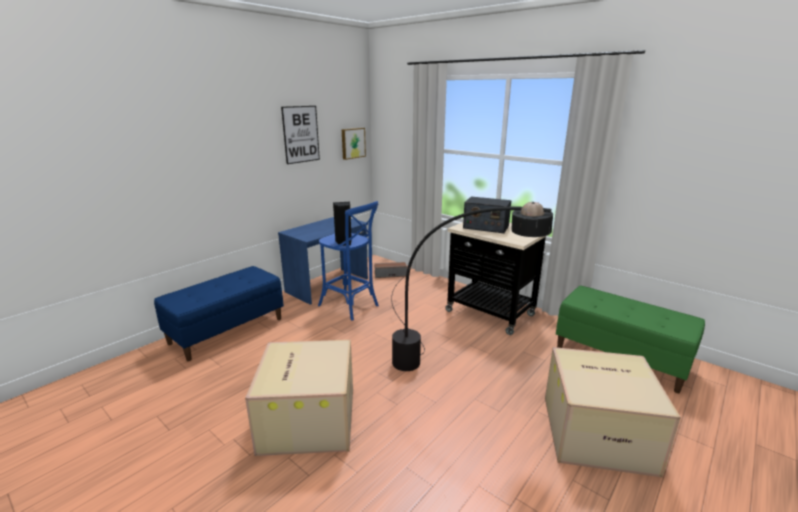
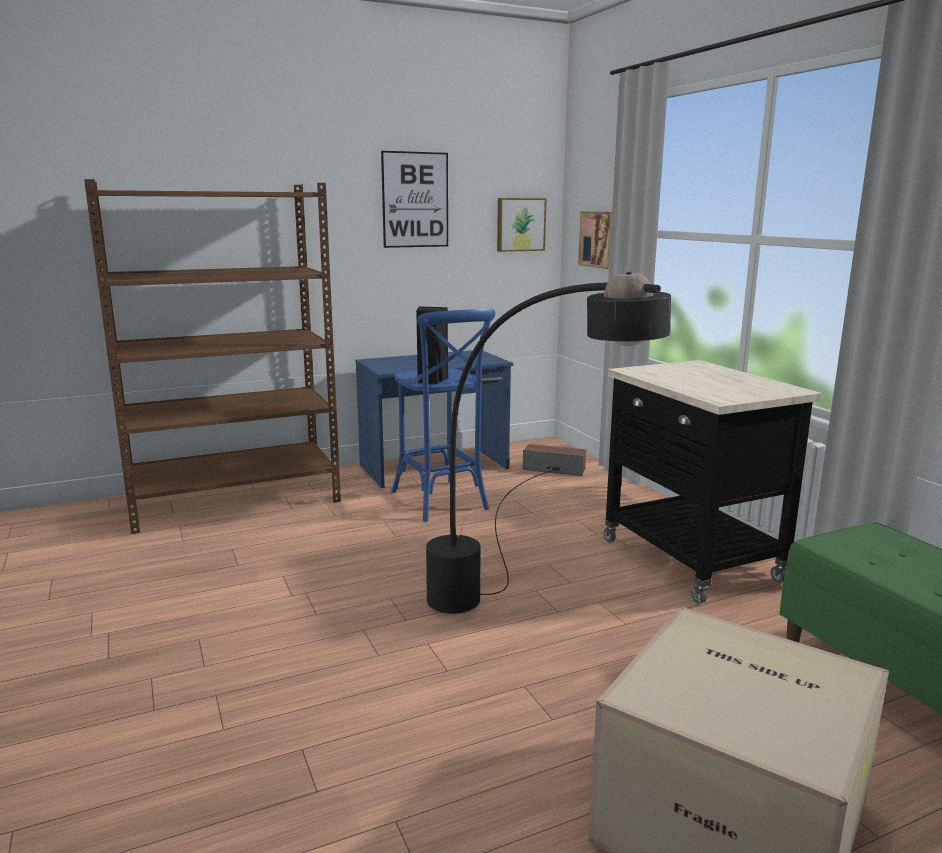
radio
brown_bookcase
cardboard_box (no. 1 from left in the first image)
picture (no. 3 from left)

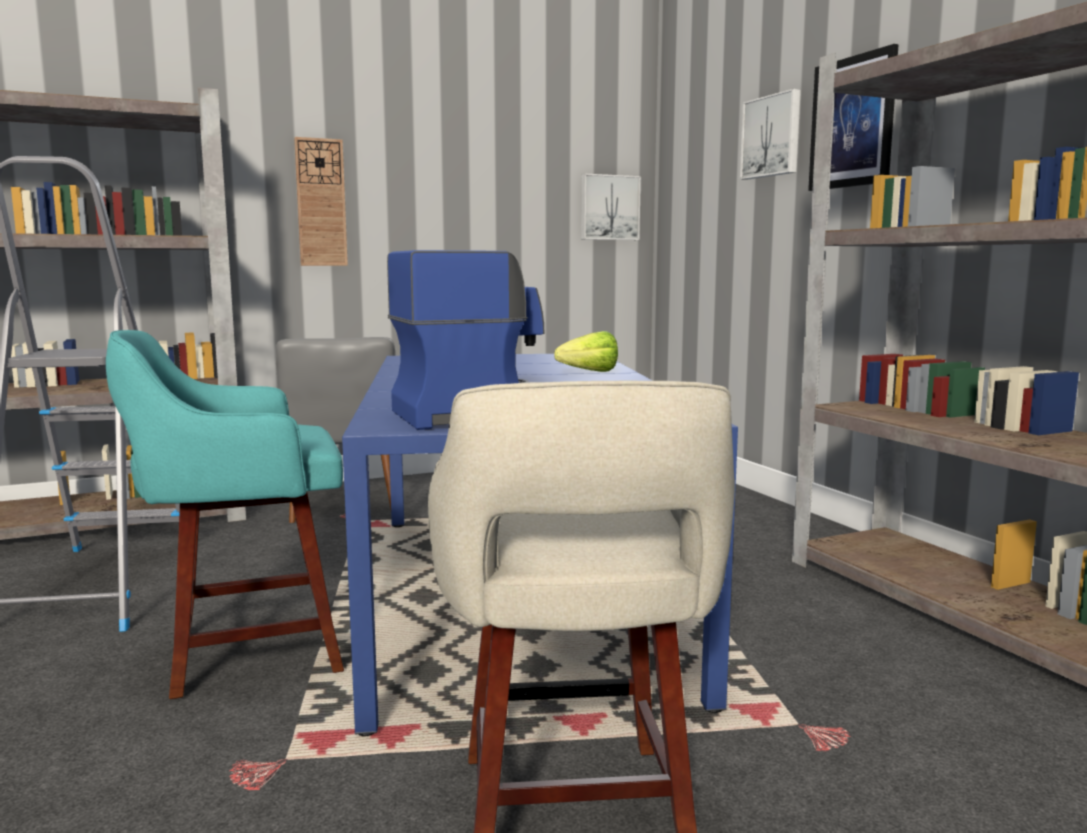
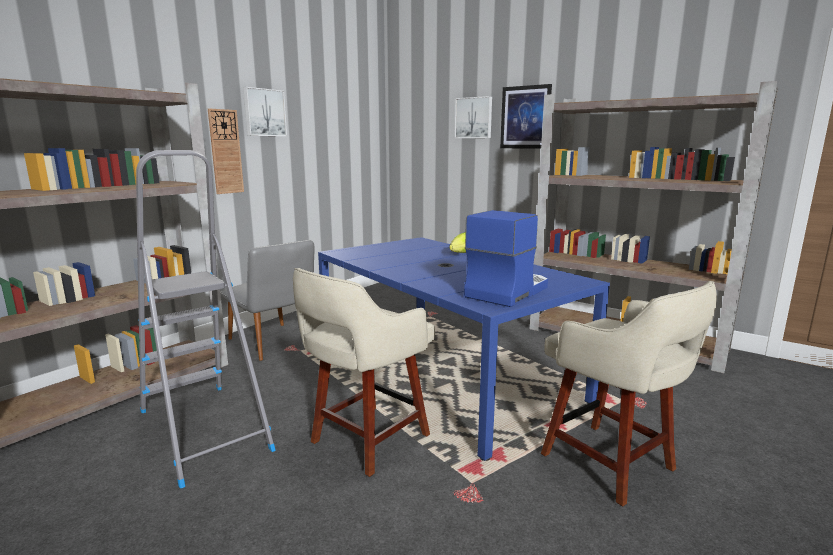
picture (no. 1 from left)
beige_stool (no. 1 from left)

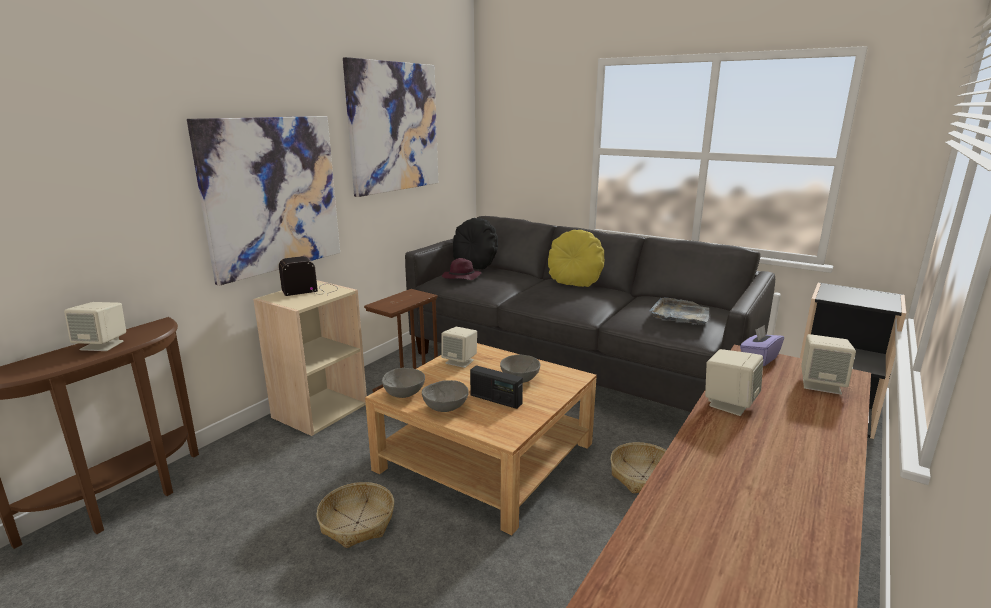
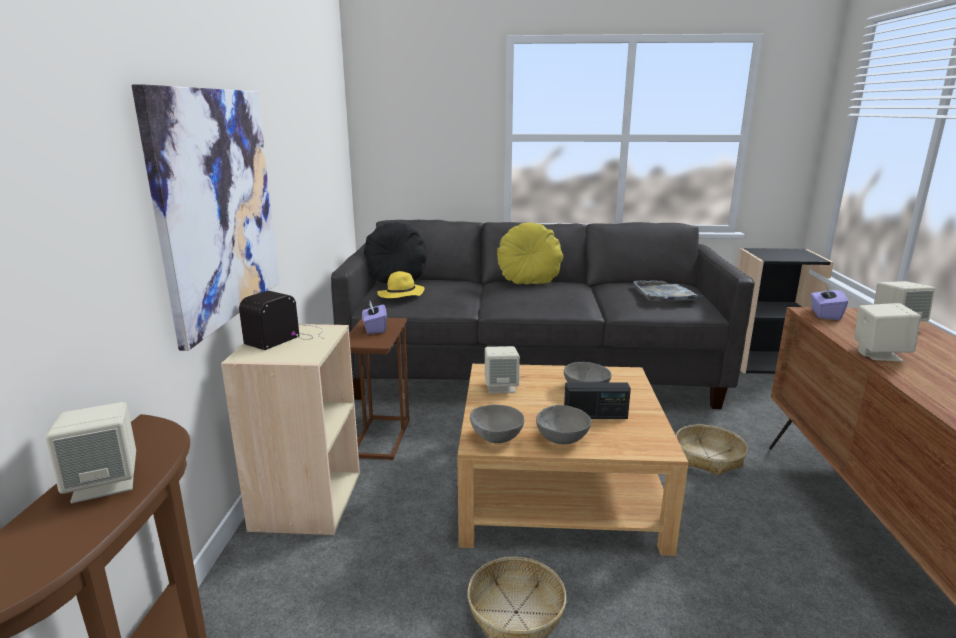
picture (no. 2 from left in the first image)
yellow_hat
purple_tissue_box (no. 1 from left)

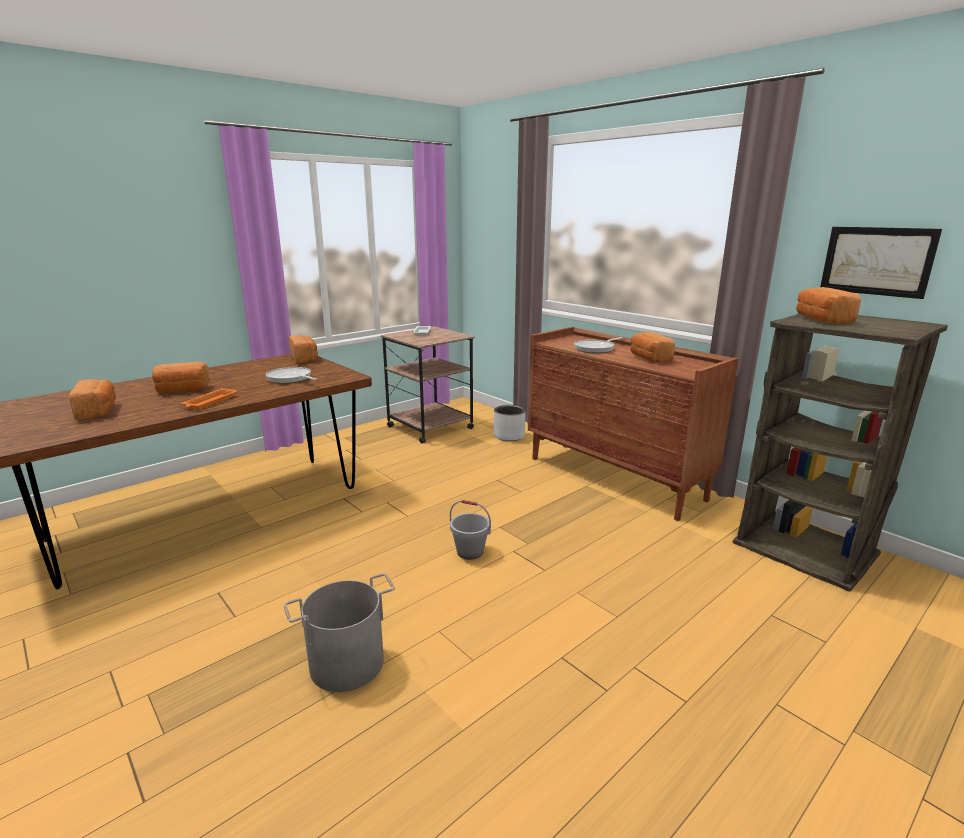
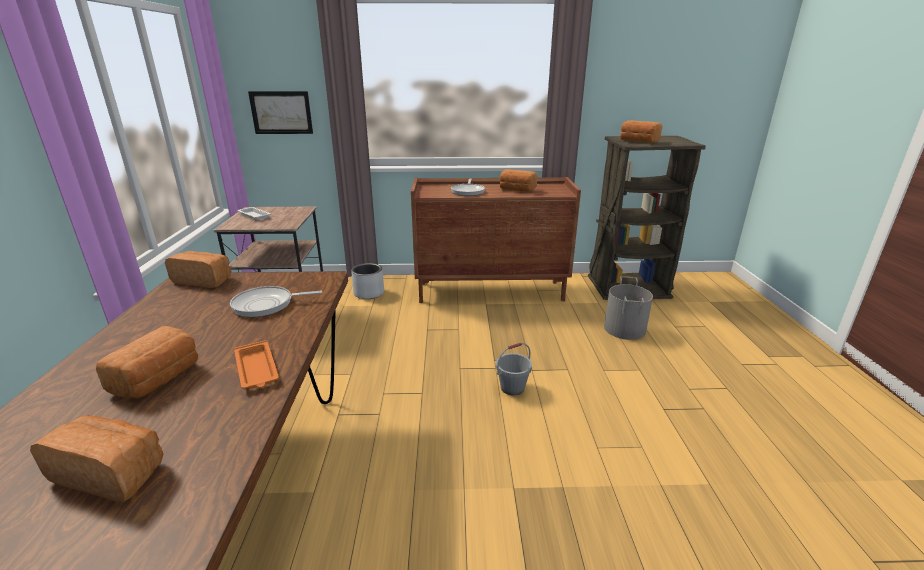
picture
grey_bucket (no. 2 from left)

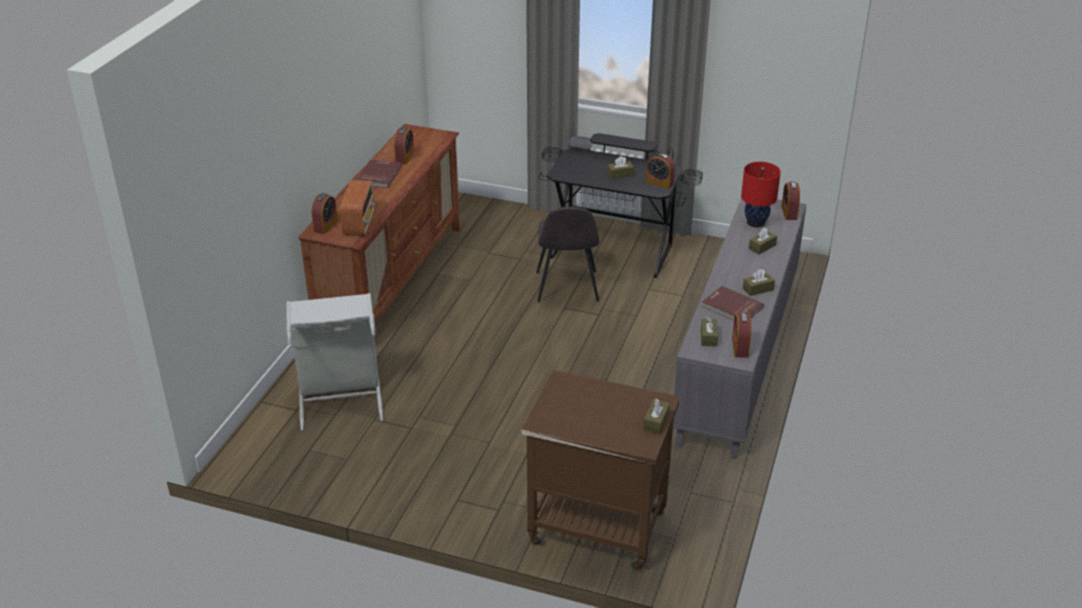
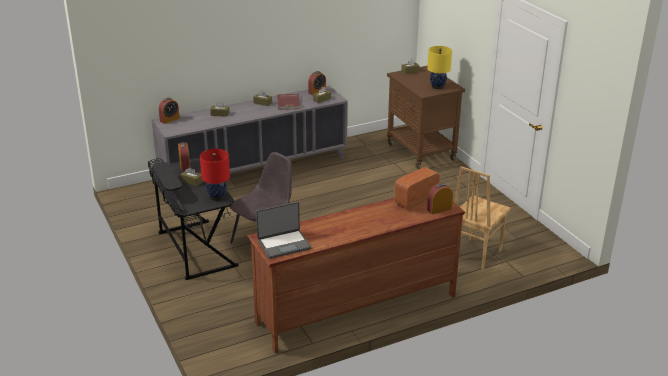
alarm_clock (no. 2 from left in the first image)
red_book (no. 1 from left in the first image)
red_table_lamp
brown_chair
yellow_table_lamp
laptop

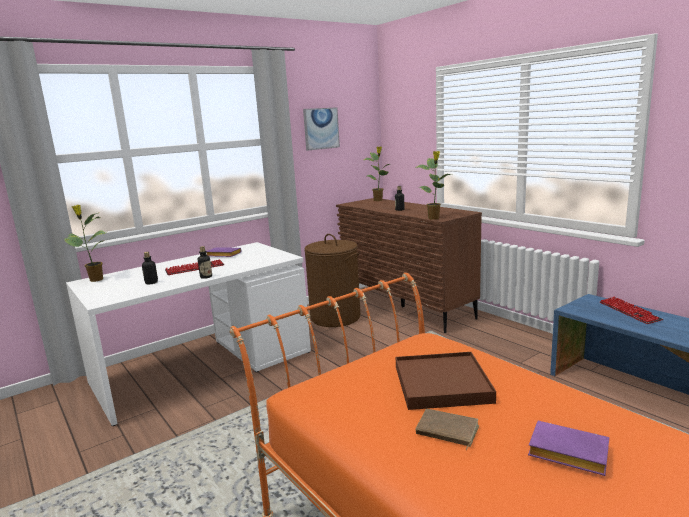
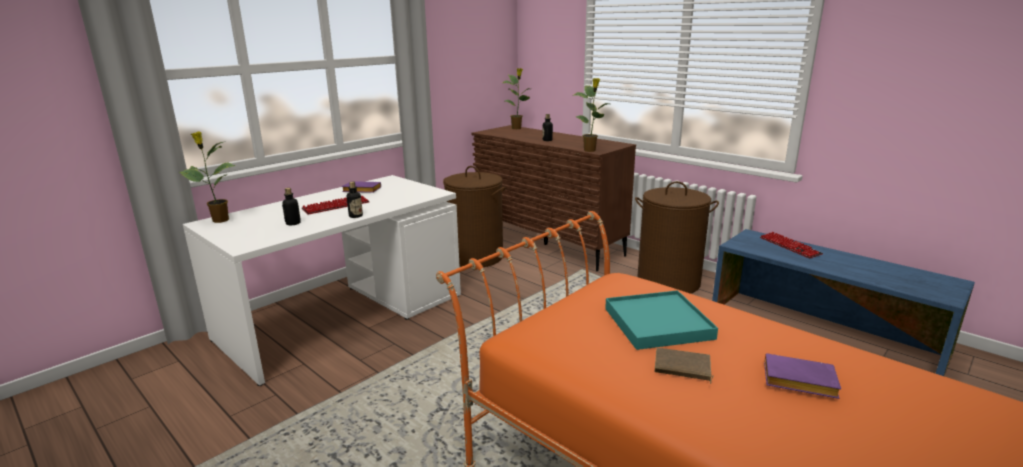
picture
turquoise_tray
brown_laundry_basket (no. 2 from left)

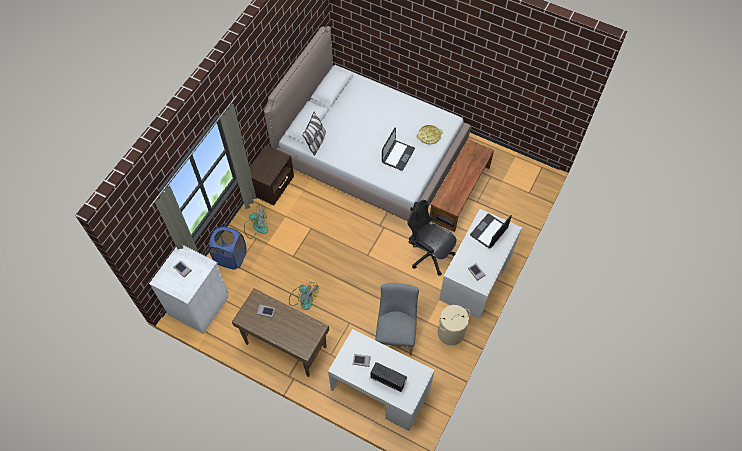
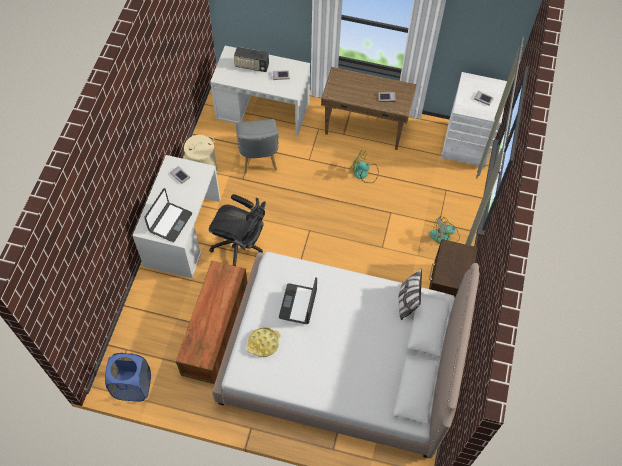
blue_laundry_basket

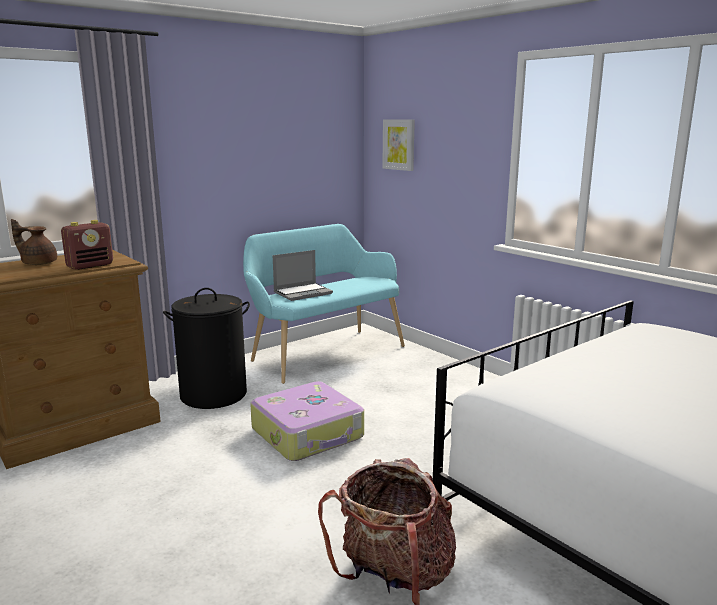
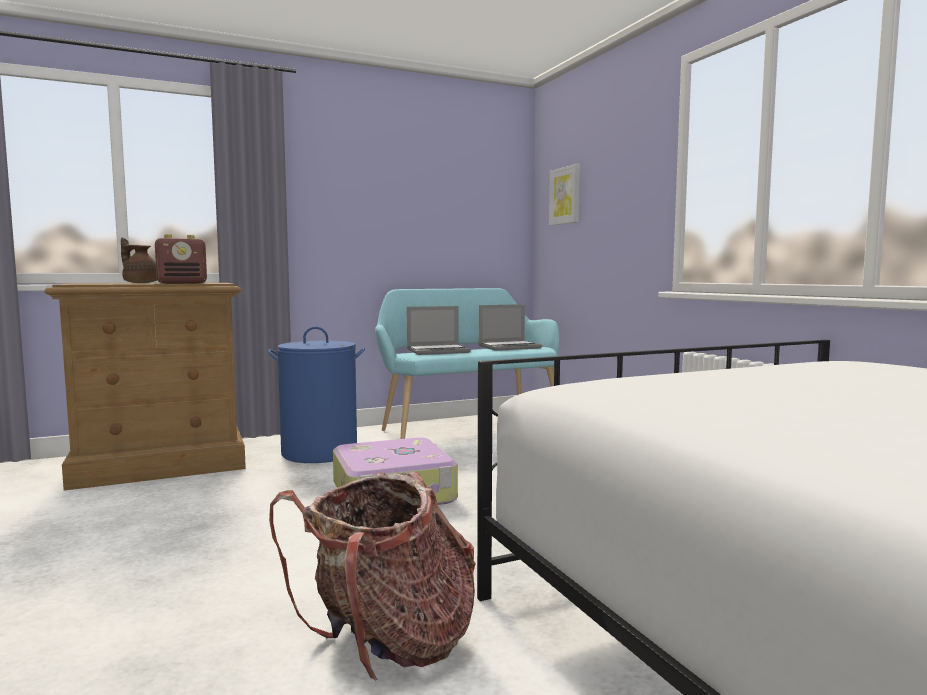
blue_laundry_basket
laptop (no. 2 from left)

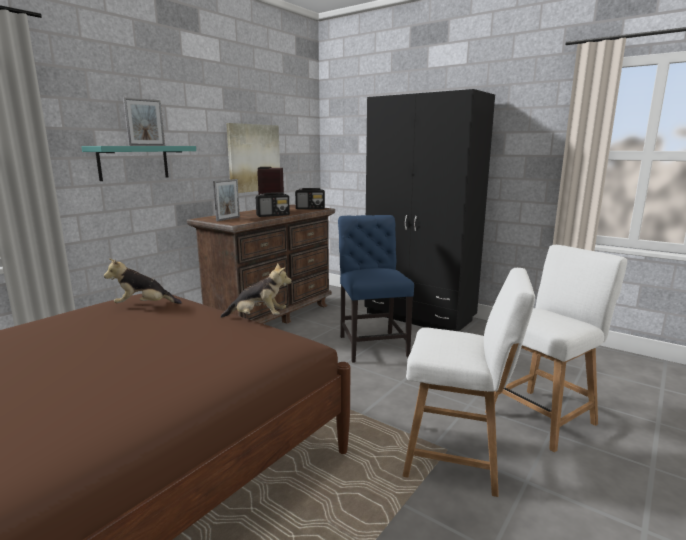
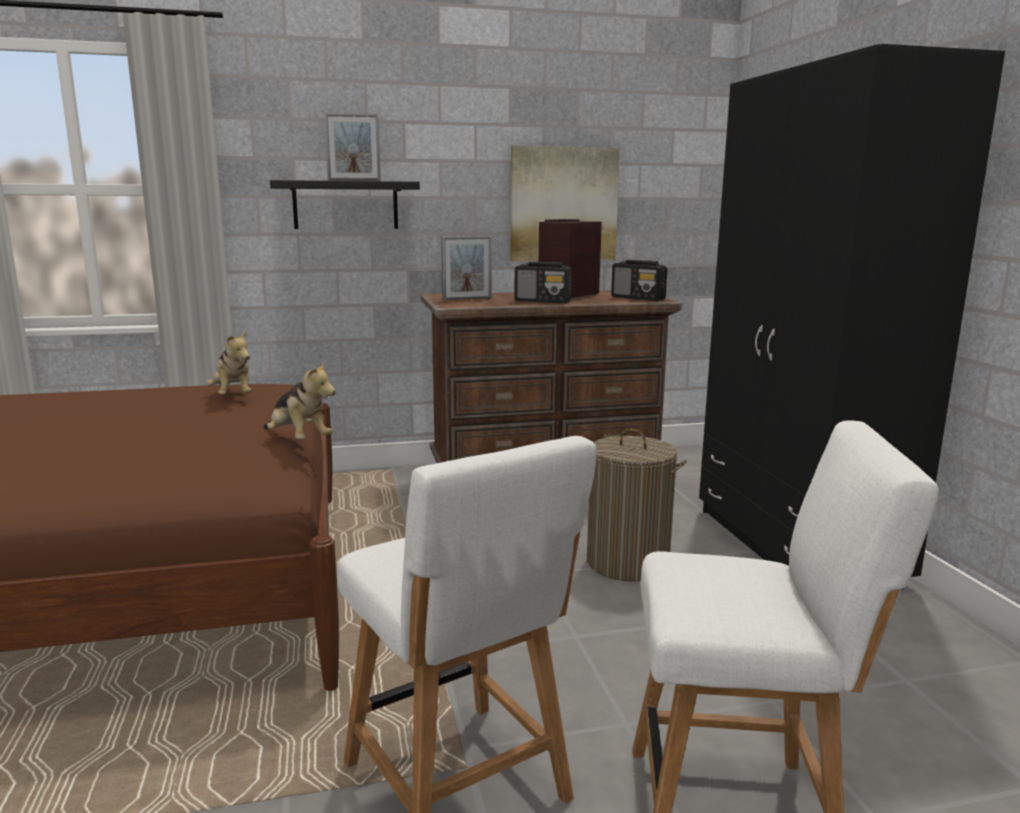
black_shelf
laundry_basket
plush_toy (no. 1 from left)

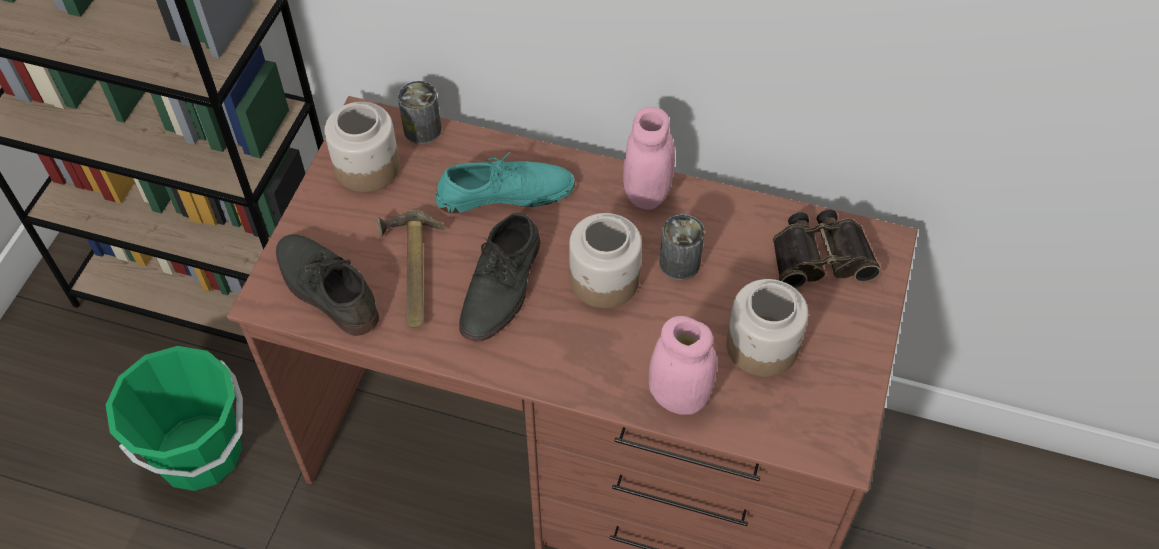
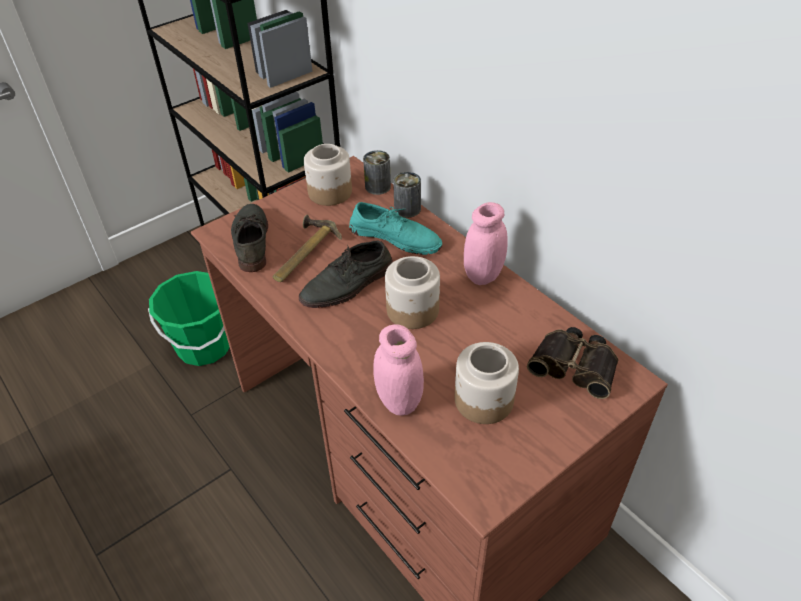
can (no. 2 from left)

